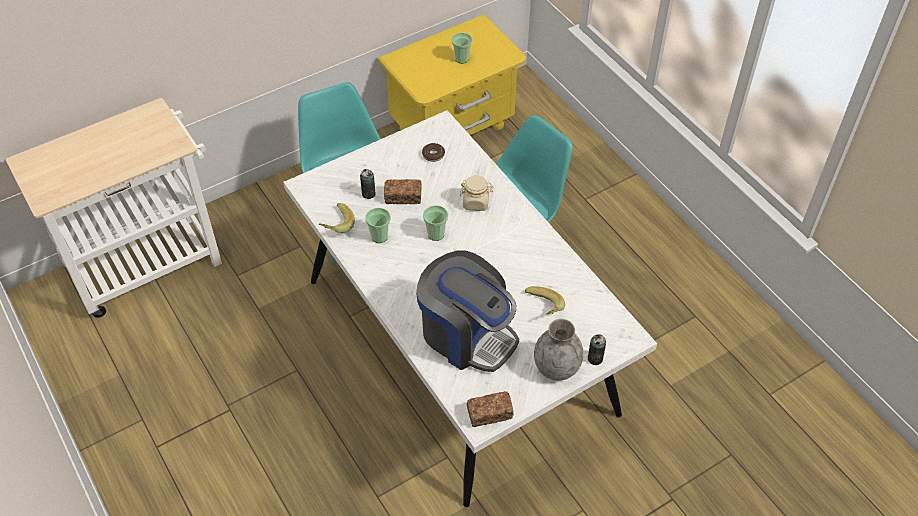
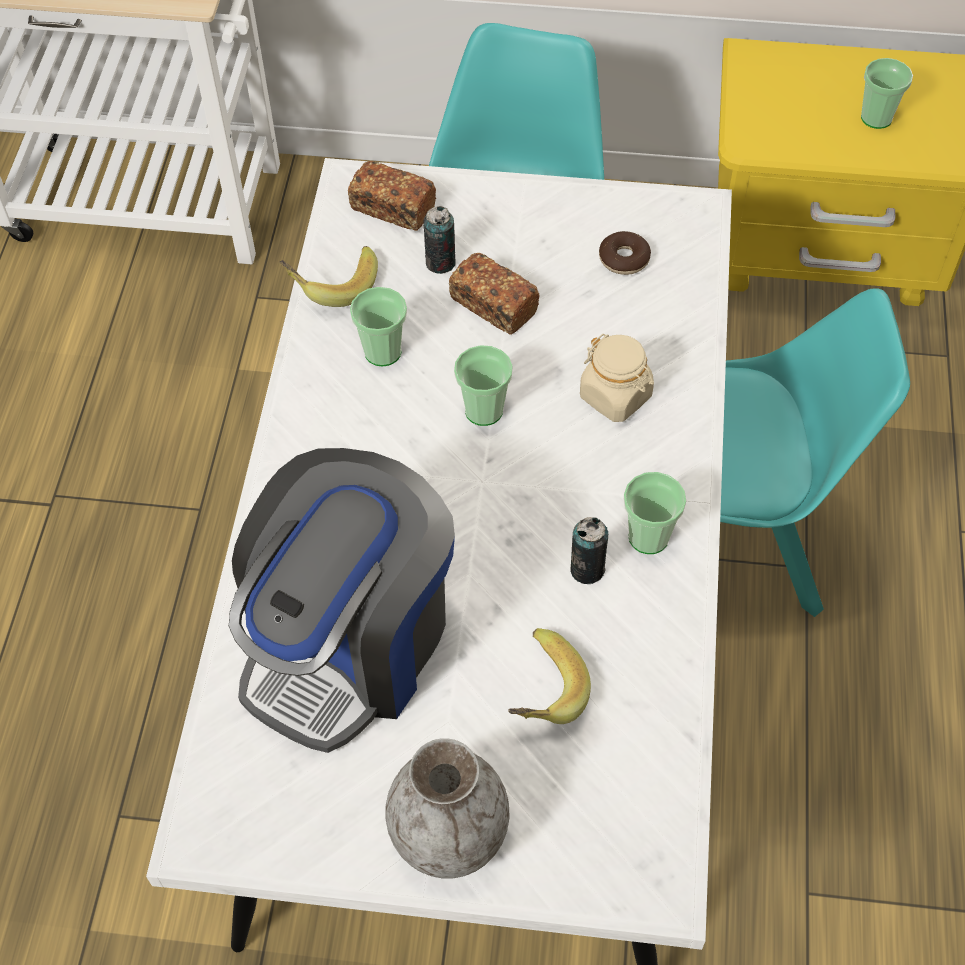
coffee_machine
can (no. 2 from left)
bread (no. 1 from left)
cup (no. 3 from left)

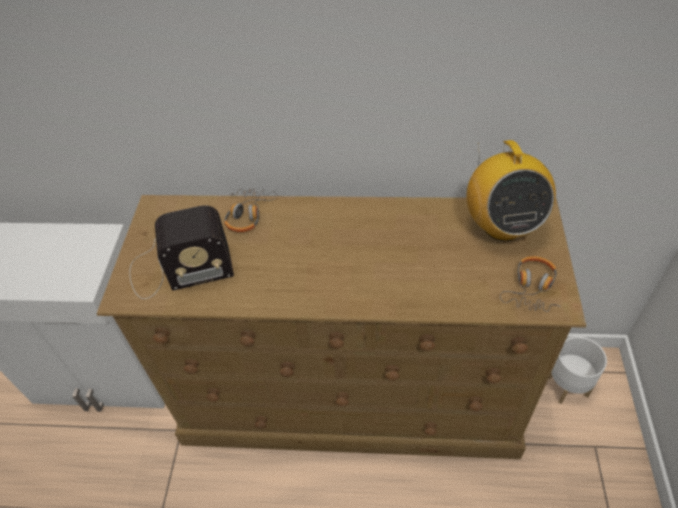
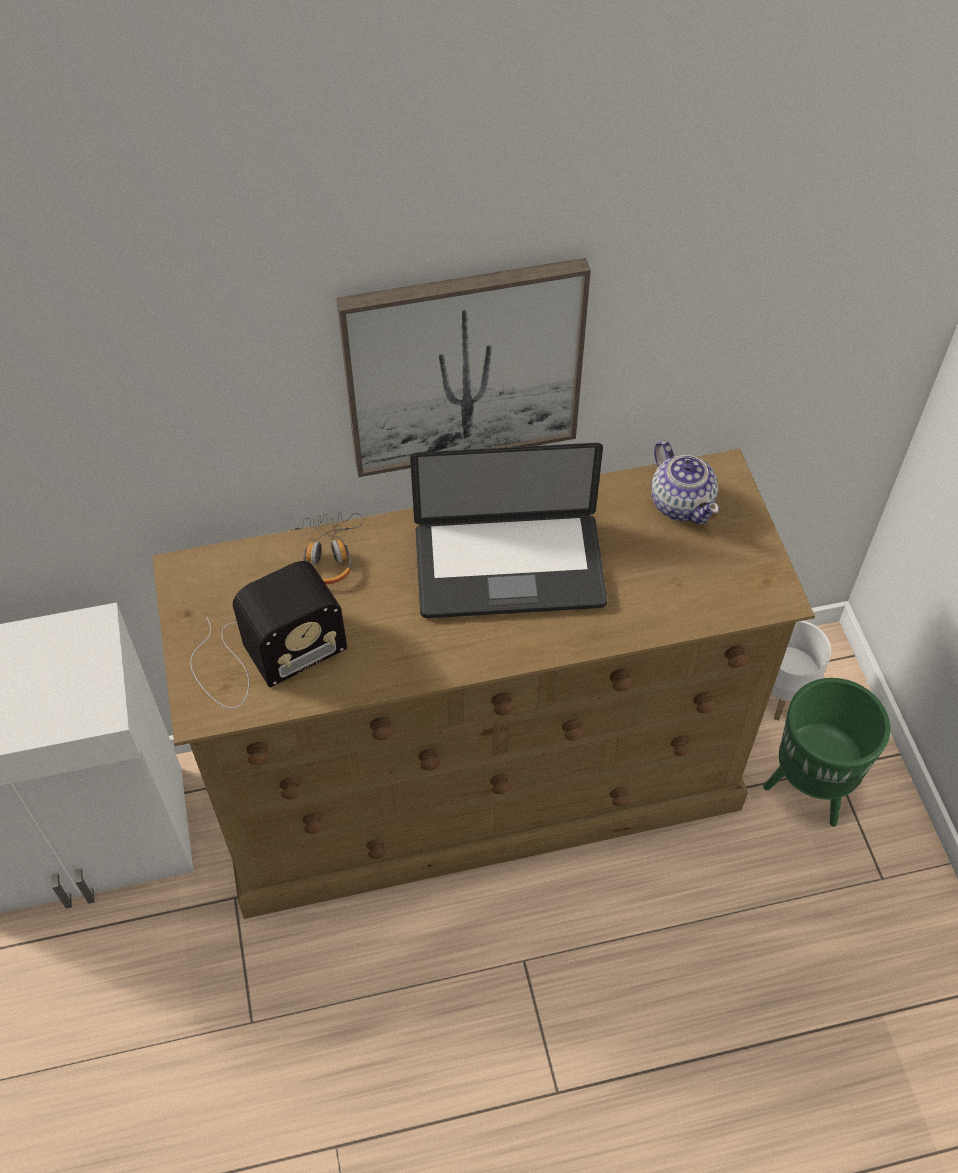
teapot
headphones (no. 2 from left in the first image)
picture
laptop
green_planter

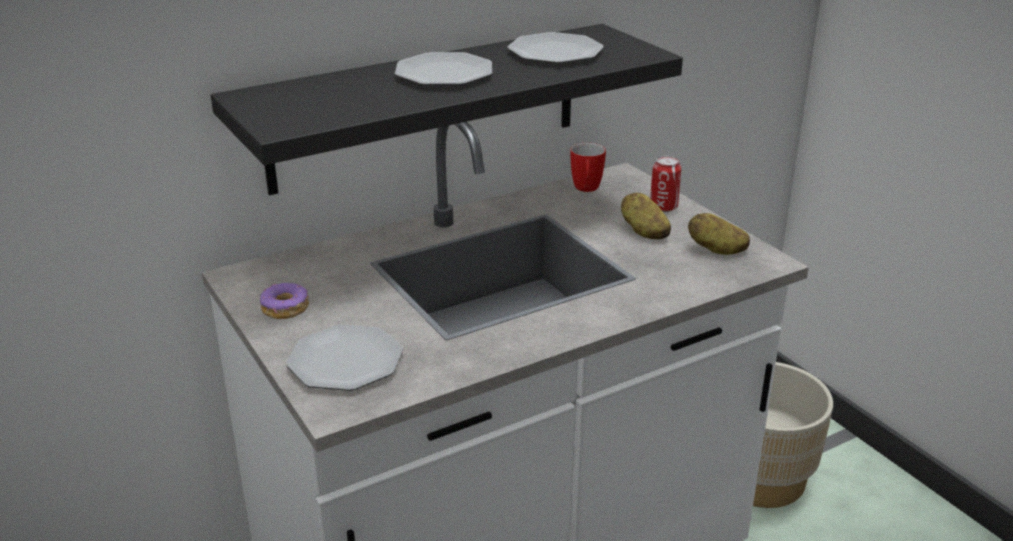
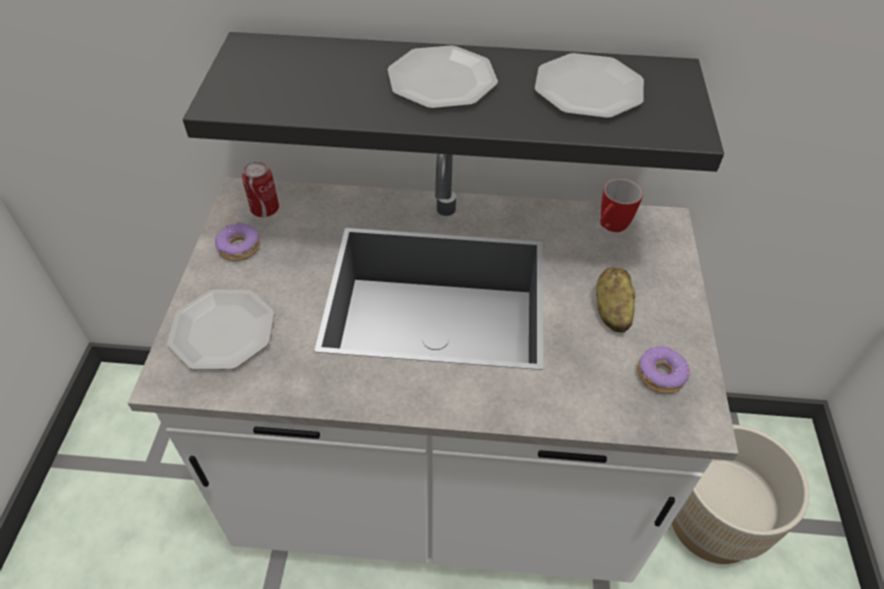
can
donut (no. 2 from left)

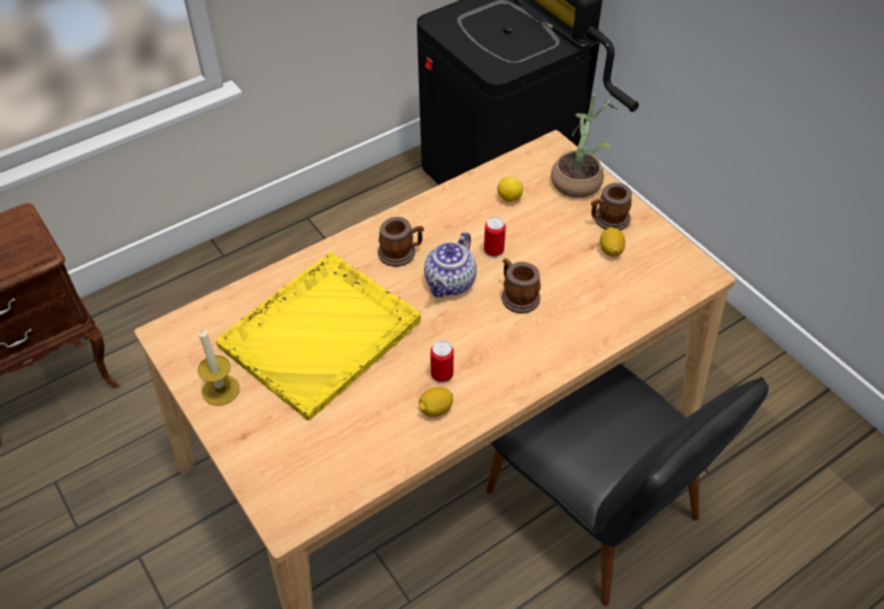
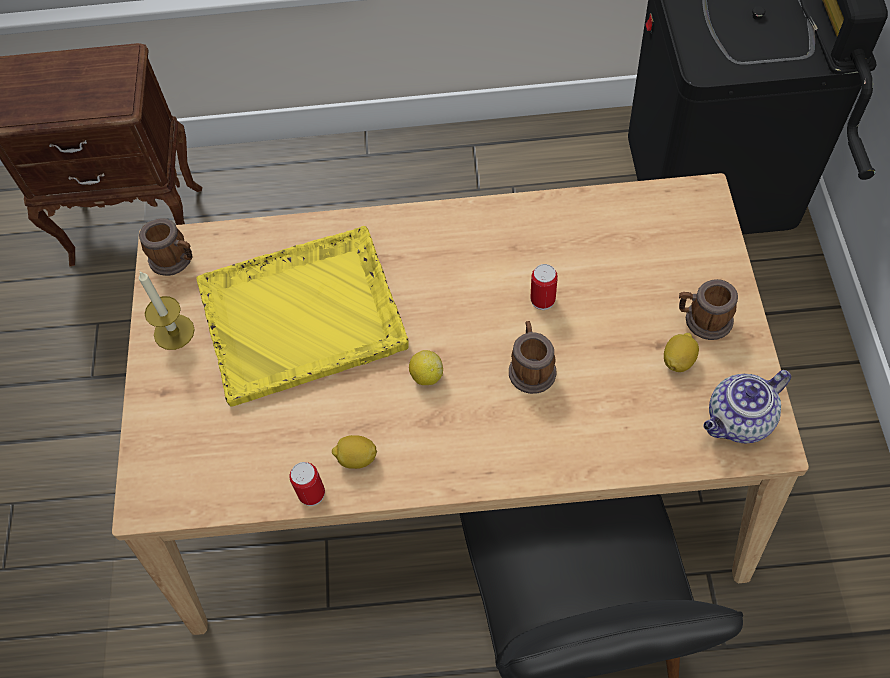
potted_plant
lemon (no. 2 from left)
mug (no. 1 from left)
teapot
can (no. 1 from left)

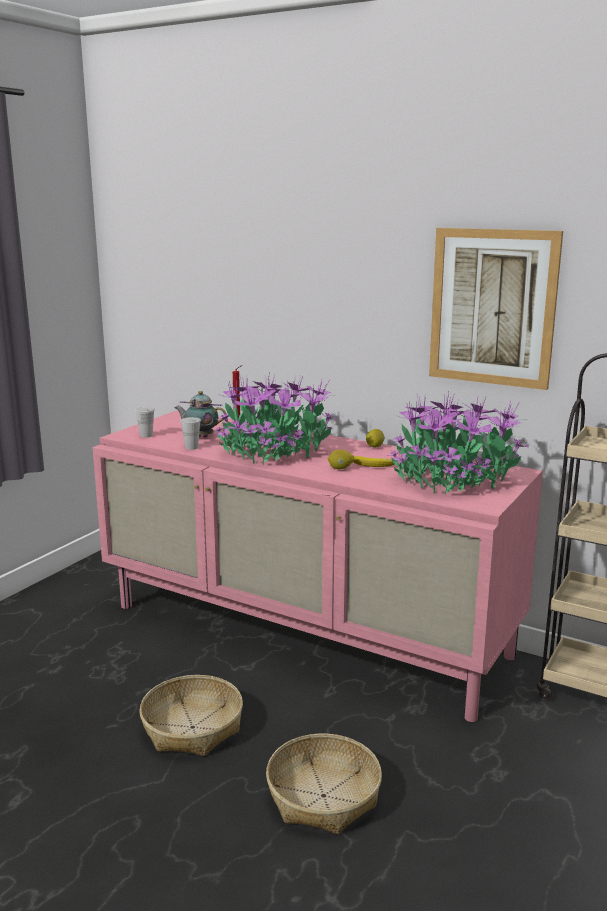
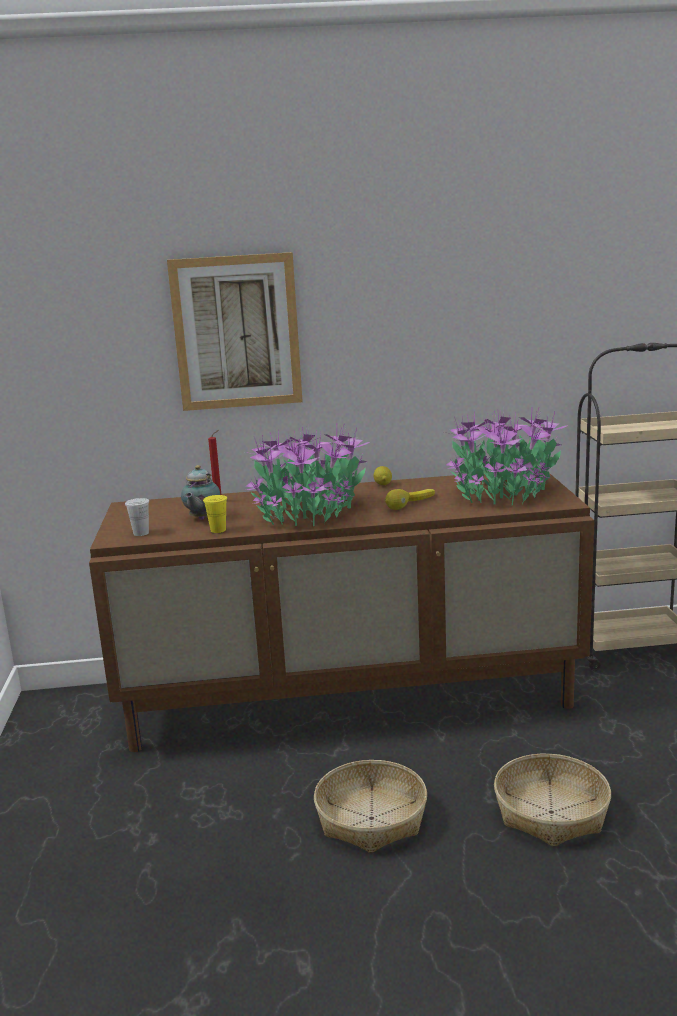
picture
teapot
brown_cabinet
yellow_cup

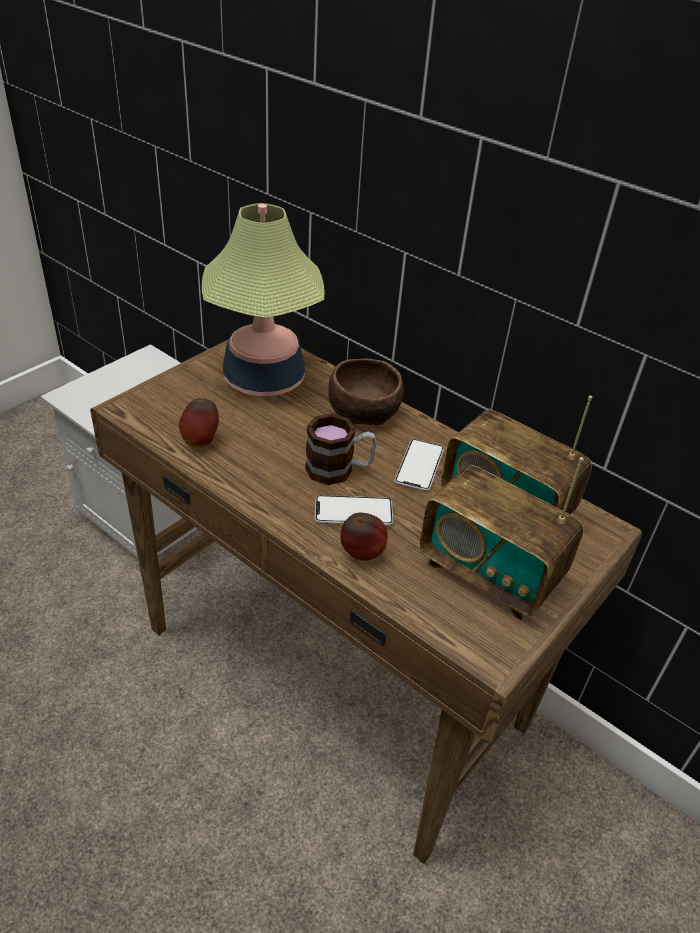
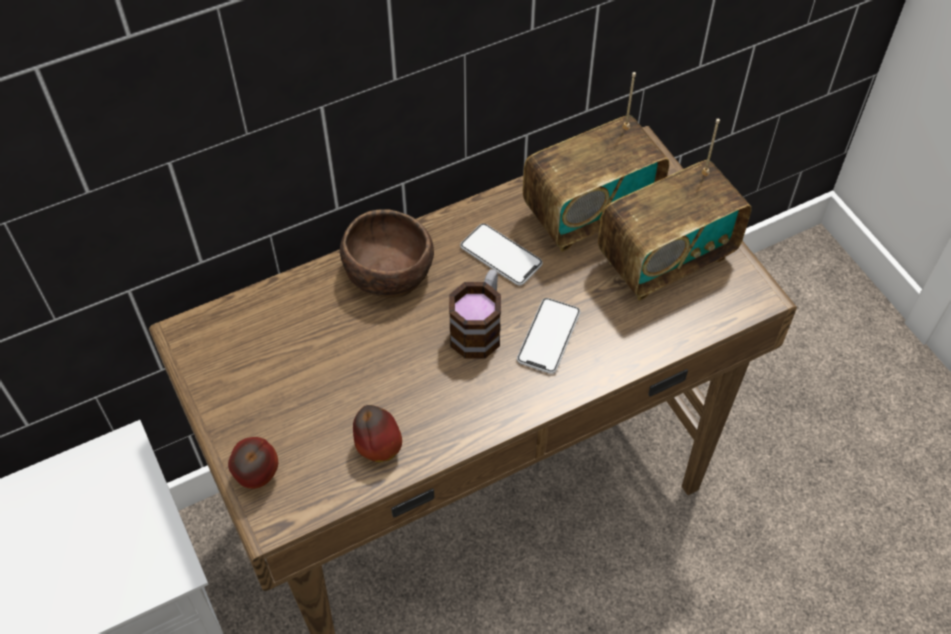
table_lamp
apple (no. 1 from left)

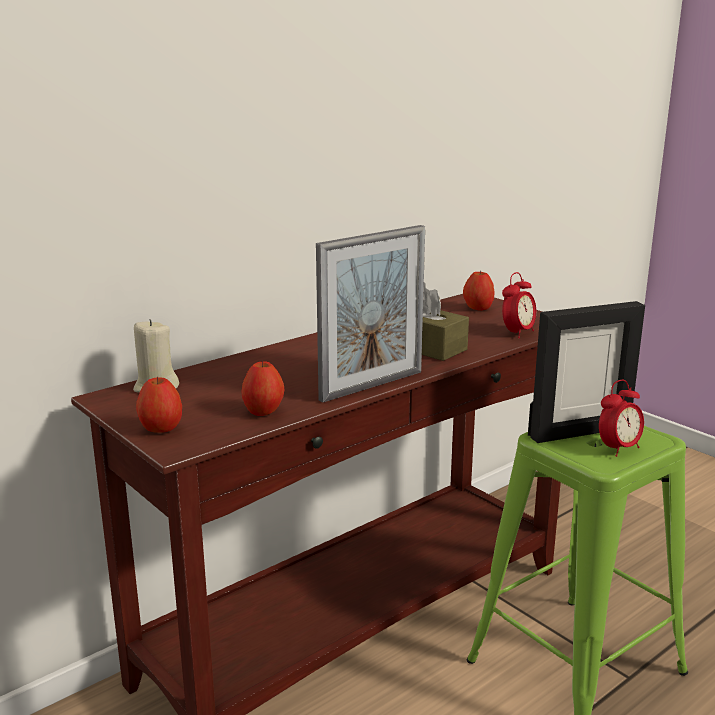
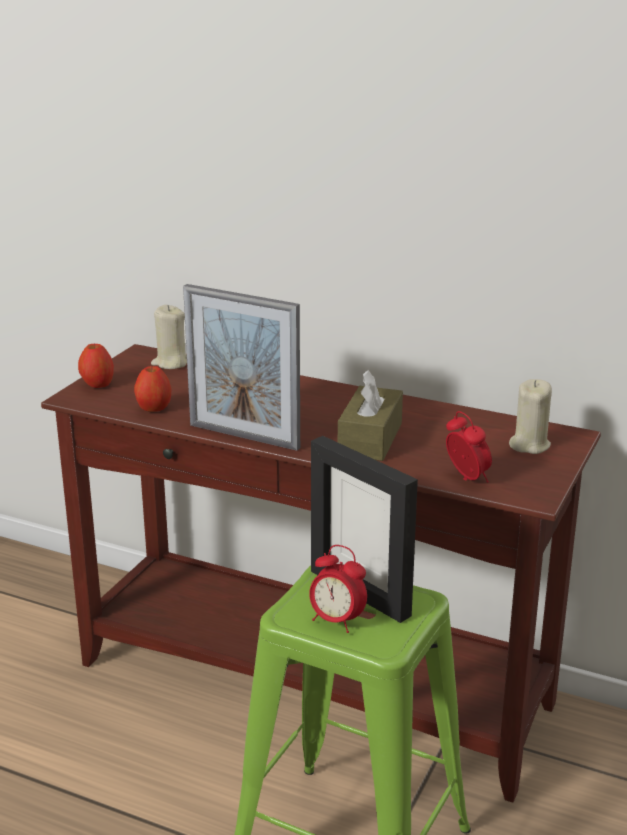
beige_candle (no. 2 from left)
alarm_clock (no. 2 from left)

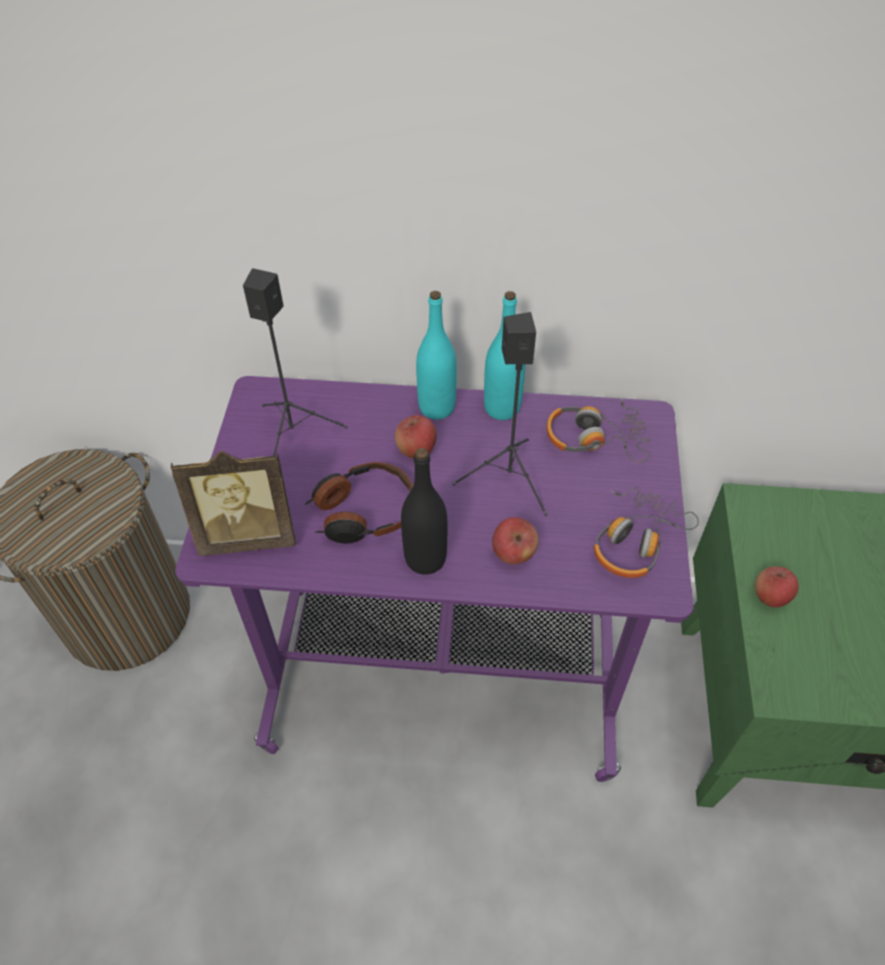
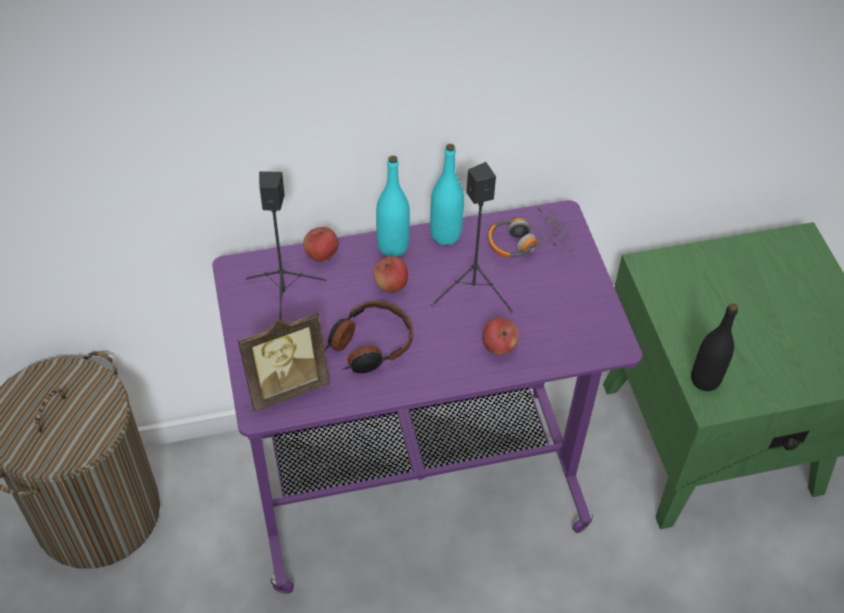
black_bottle
headphones (no. 3 from left in the first image)
apple (no. 1 from left)

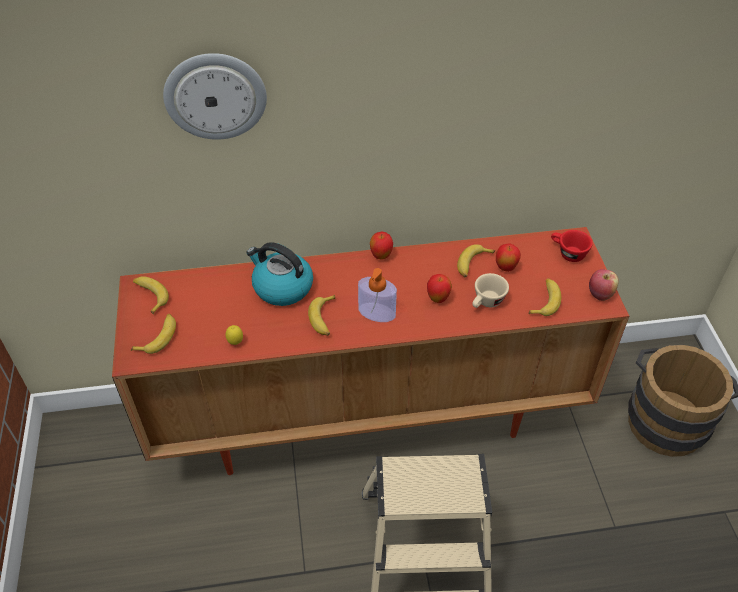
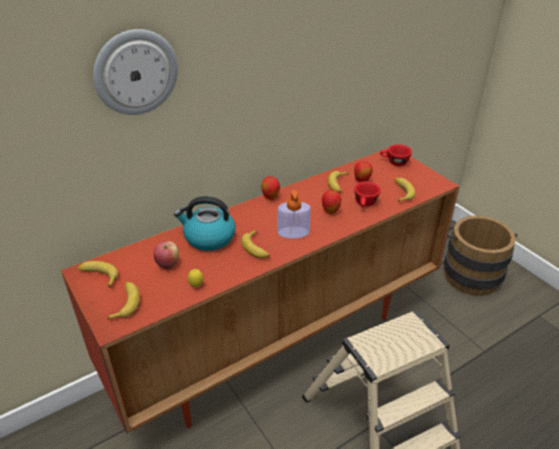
apple (no. 1 from left)
red_cup (no. 1 from left)

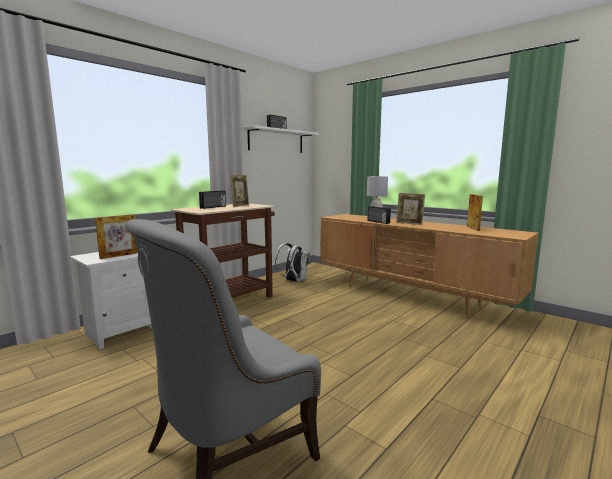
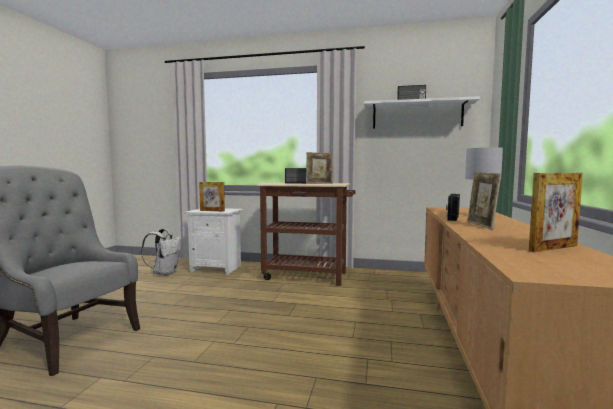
white_backpack

